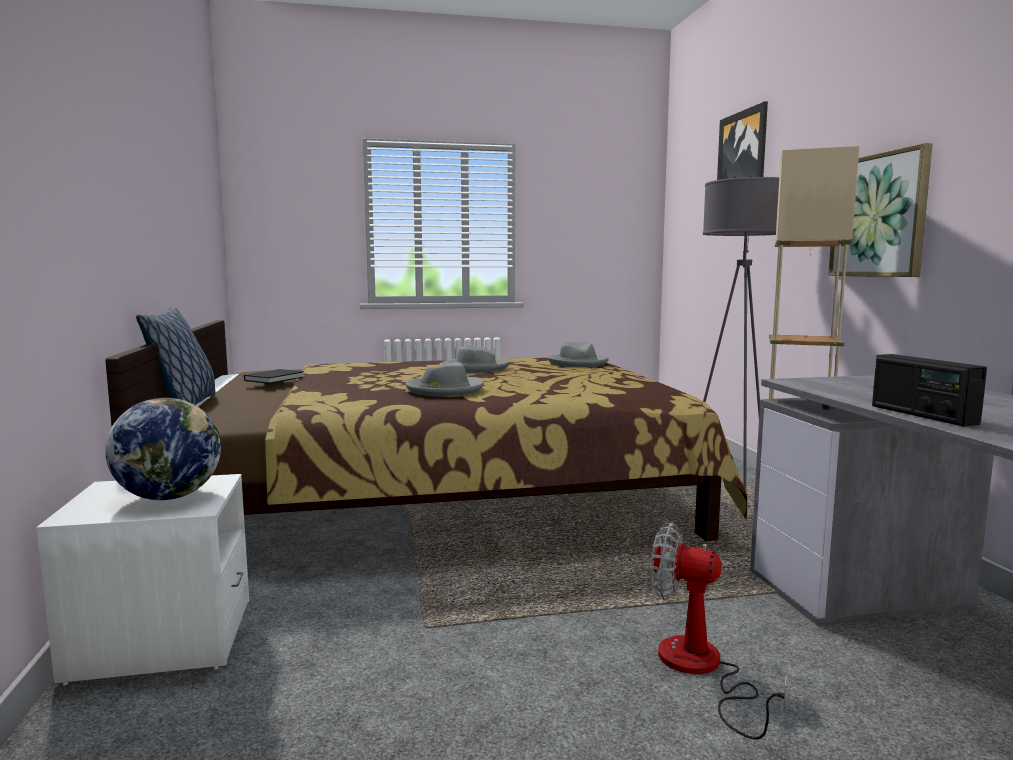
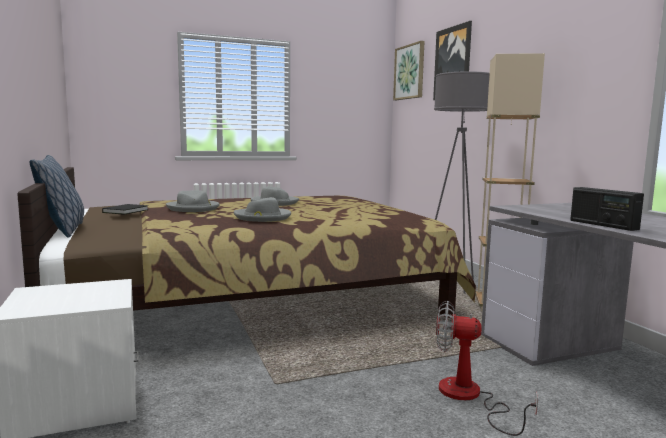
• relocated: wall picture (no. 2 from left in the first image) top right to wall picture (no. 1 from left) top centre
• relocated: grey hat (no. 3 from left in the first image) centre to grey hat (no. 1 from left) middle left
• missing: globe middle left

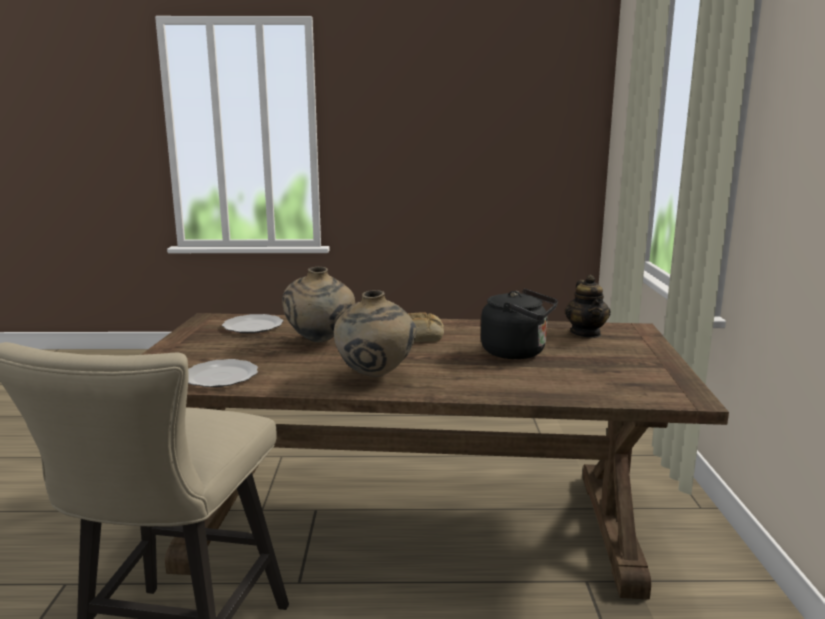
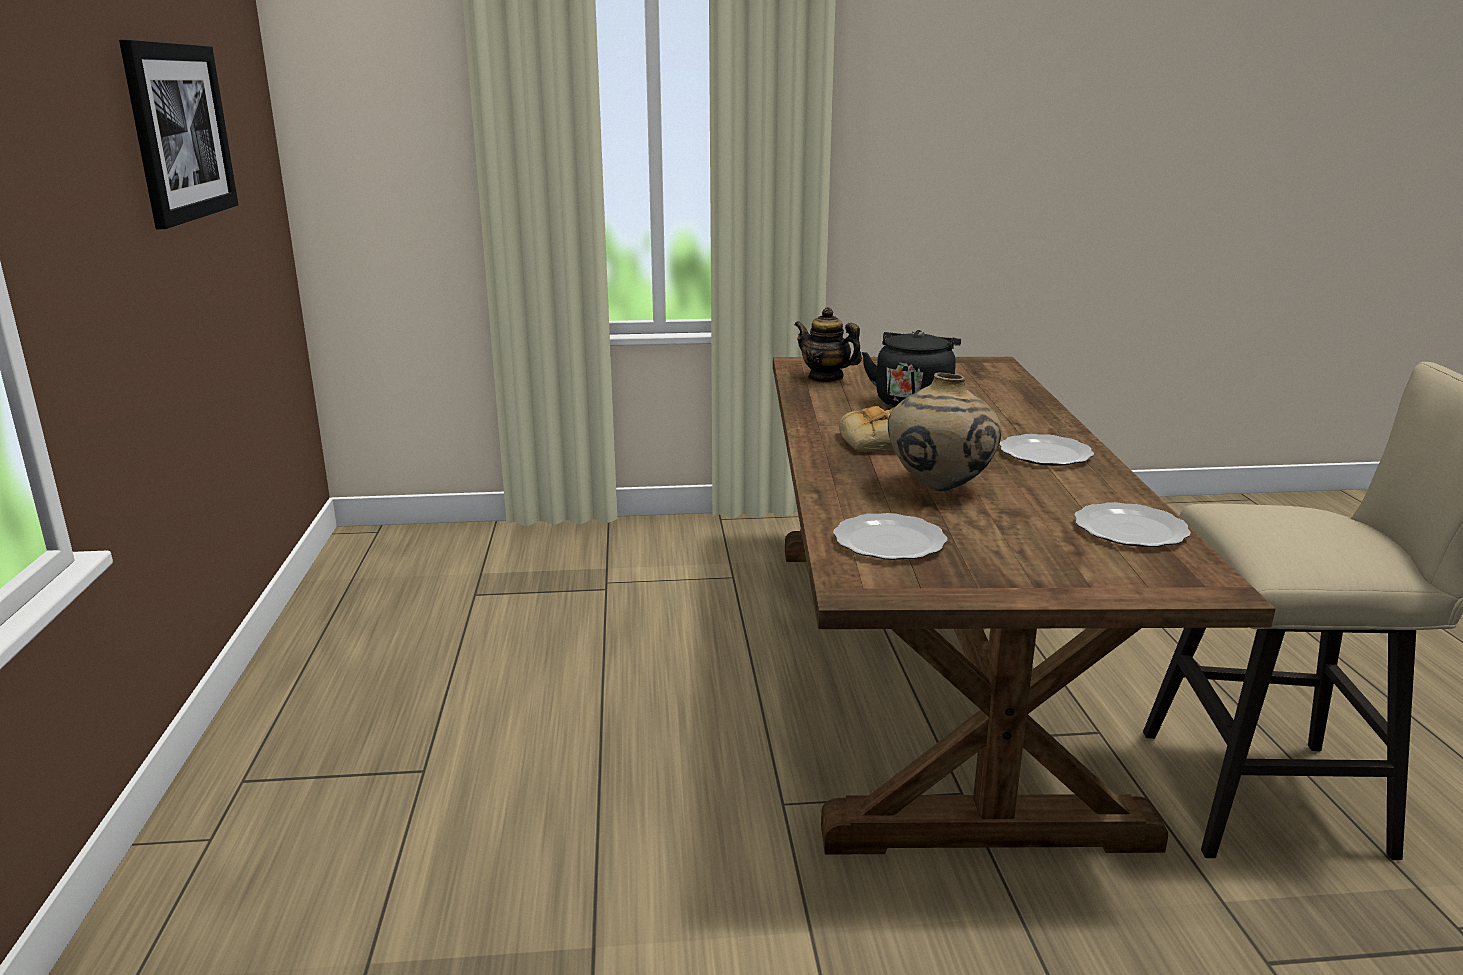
• spun: teapot middle right = centre 135 degrees counterclockwise
• exchanged: sand-coloured flower vase (no. 2 from left) centre to flat dish (no. 2 from left) middle right
• appeared: wall picture top left

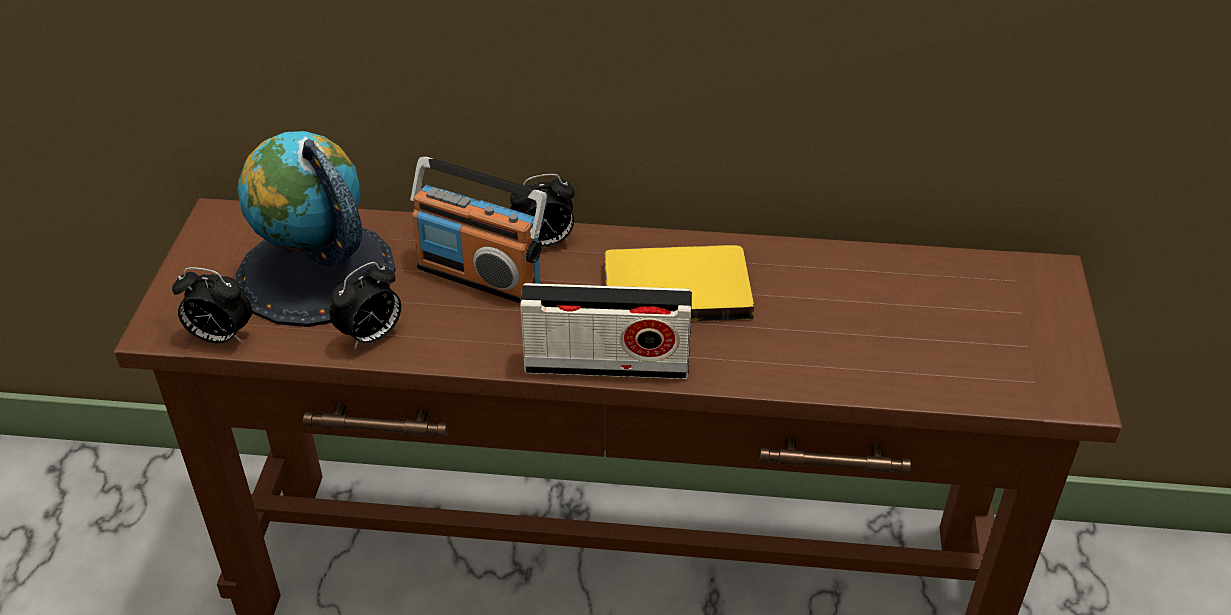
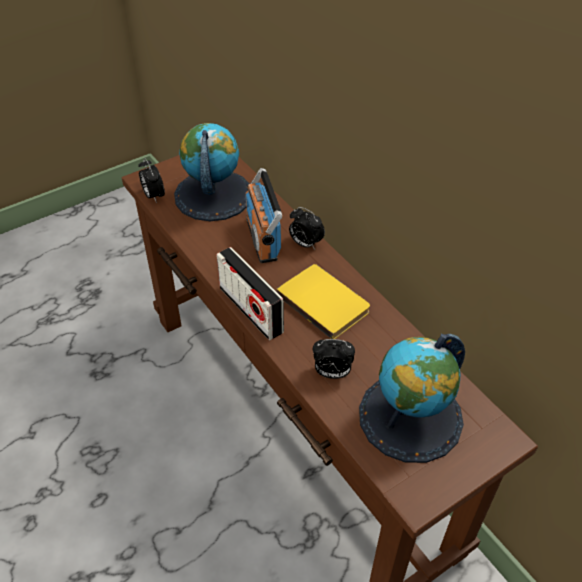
• relocated: table clock (no. 2 from left in the first image) middle left to table clock (no. 3 from left) centre
• appeared: globe (no. 2 from left) bottom right

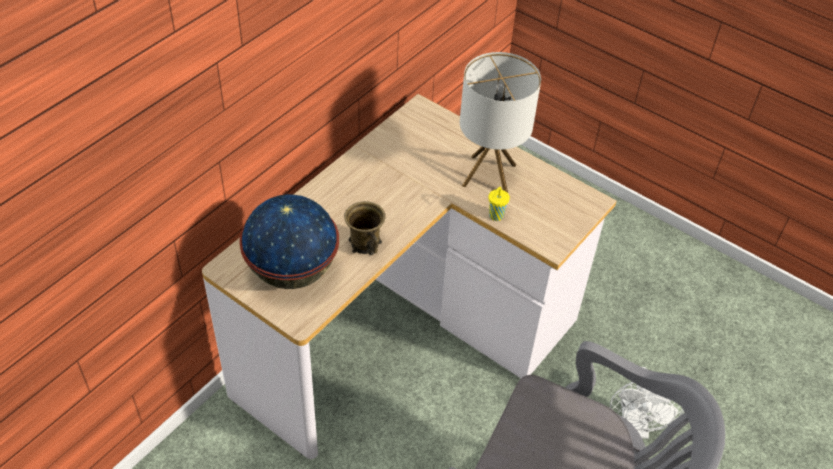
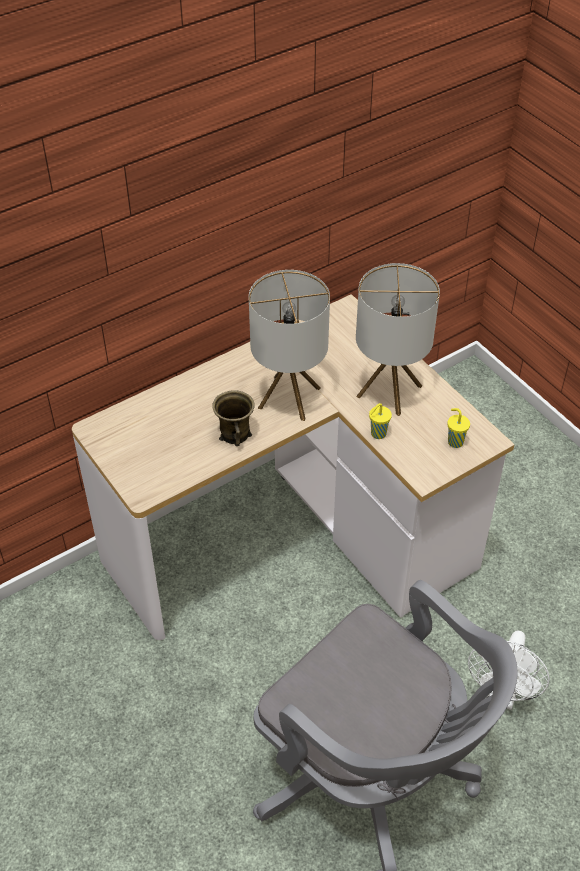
• missing: globe centre
• appeared: table lamp (no. 1 from left) centre
• appeared: yellowish cup (no. 2 from left) middle right

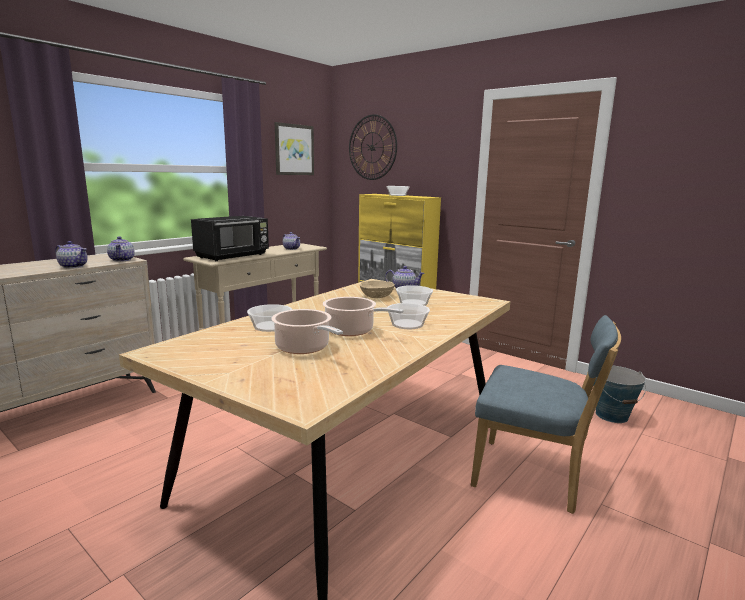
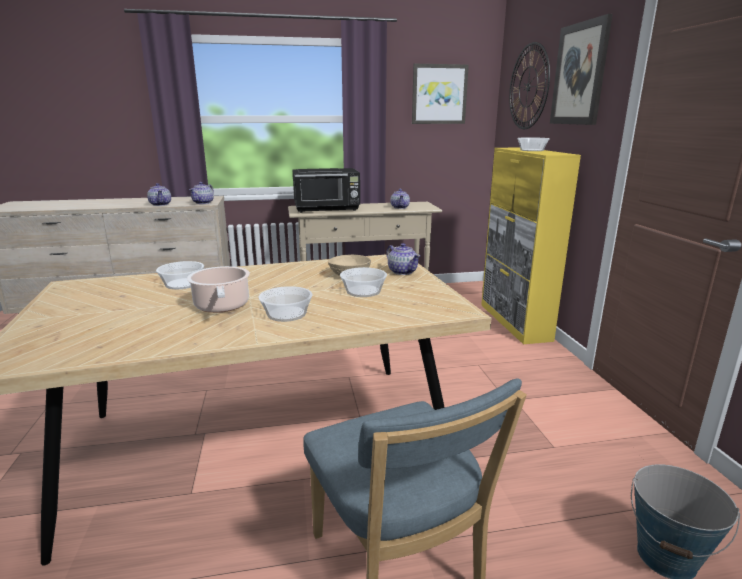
• missing: stockpot (no. 1 from left) centre
• appeared: wall picture (no. 2 from left) top right

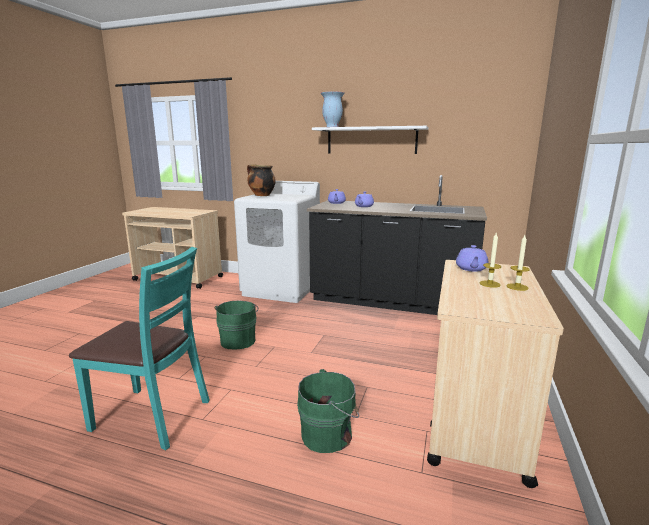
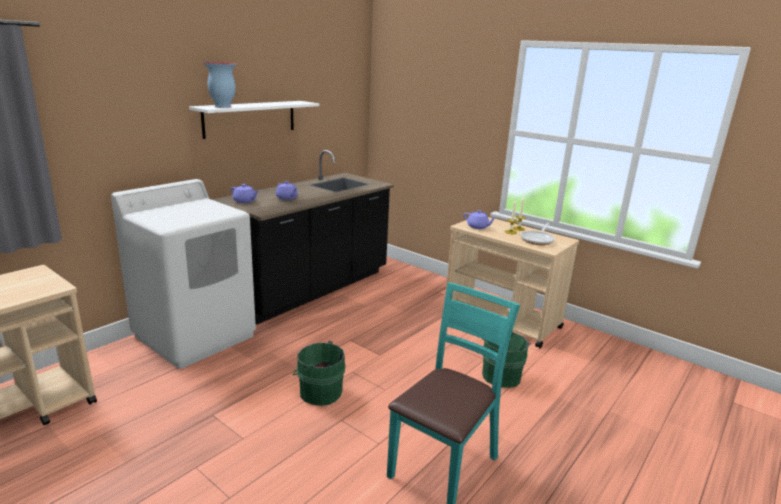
• missing: stockpot centre
• appeared: skillet middle right

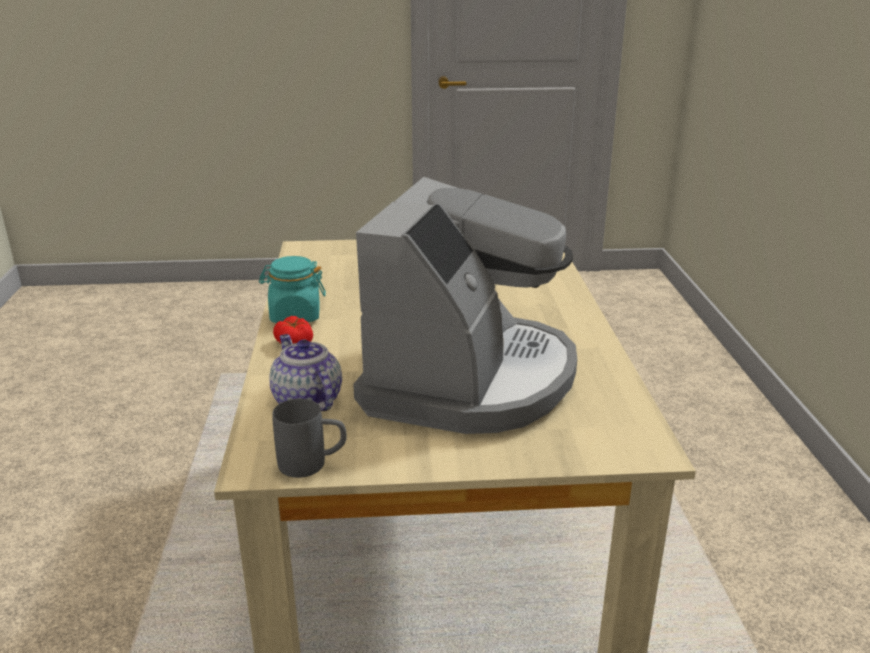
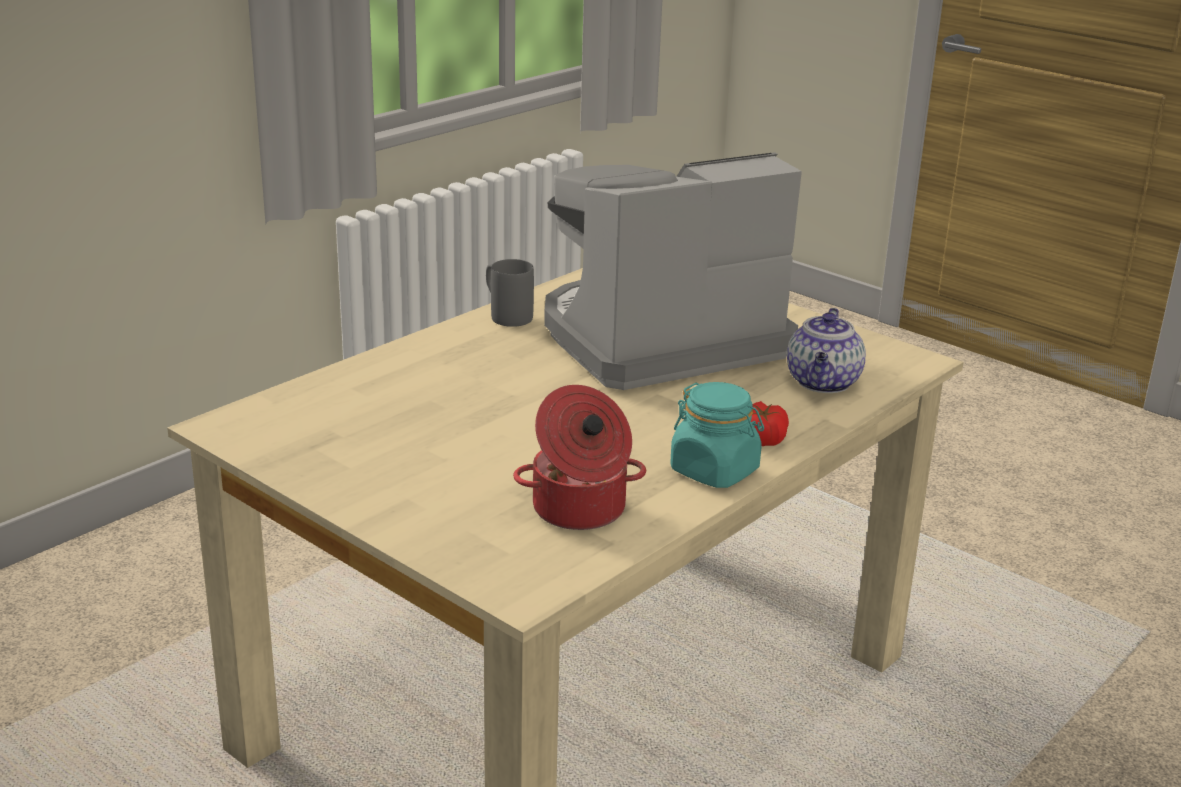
• relocated: grey mug bottom centre to centre
• appeared: stockpot centre

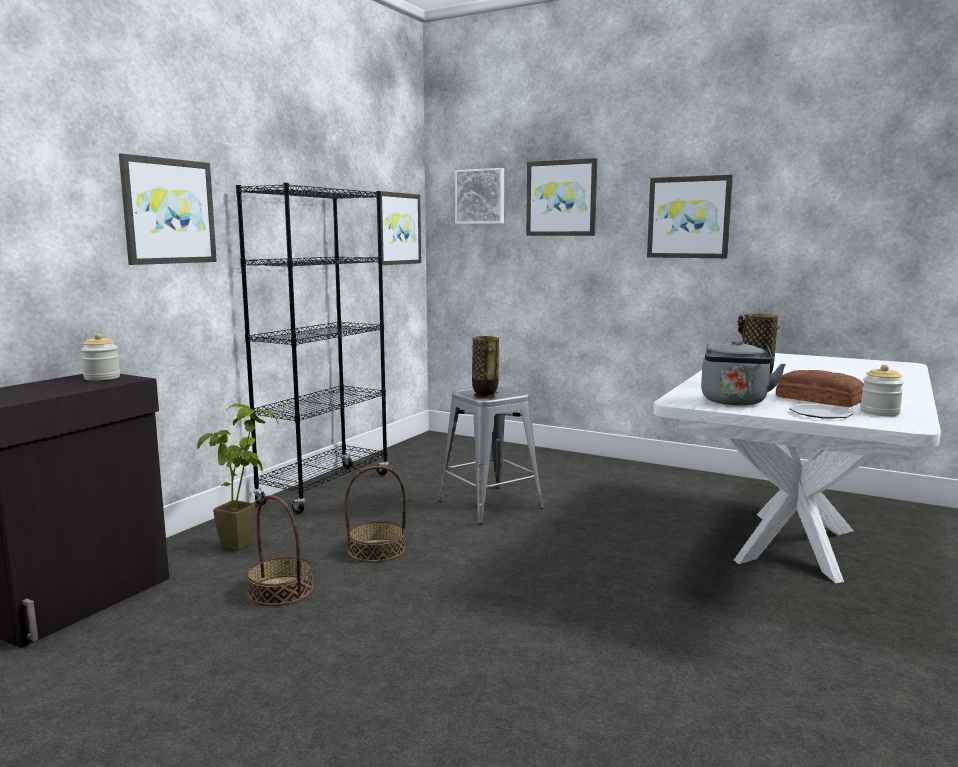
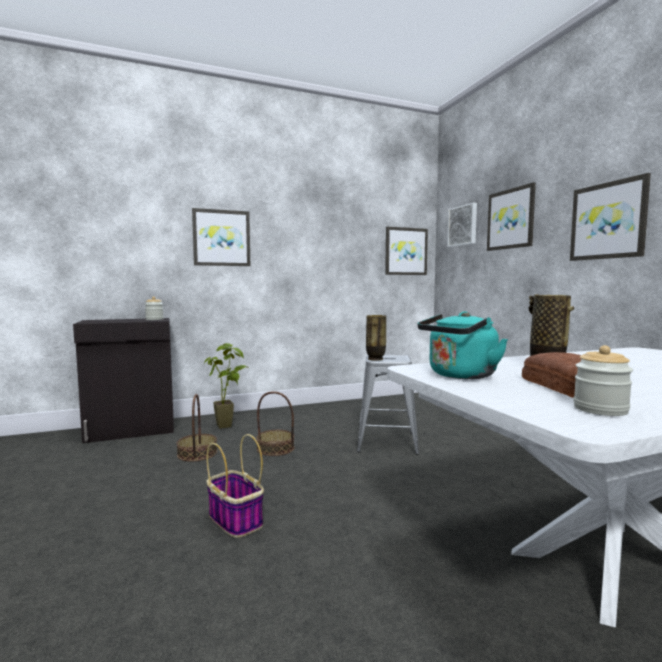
• missing: black bookcase middle left
• colour: grey kettle middle right to turquoise kettle middle right
• missing: flat dish middle right
• appeared: storage basket (no. 2 from left) bottom centre

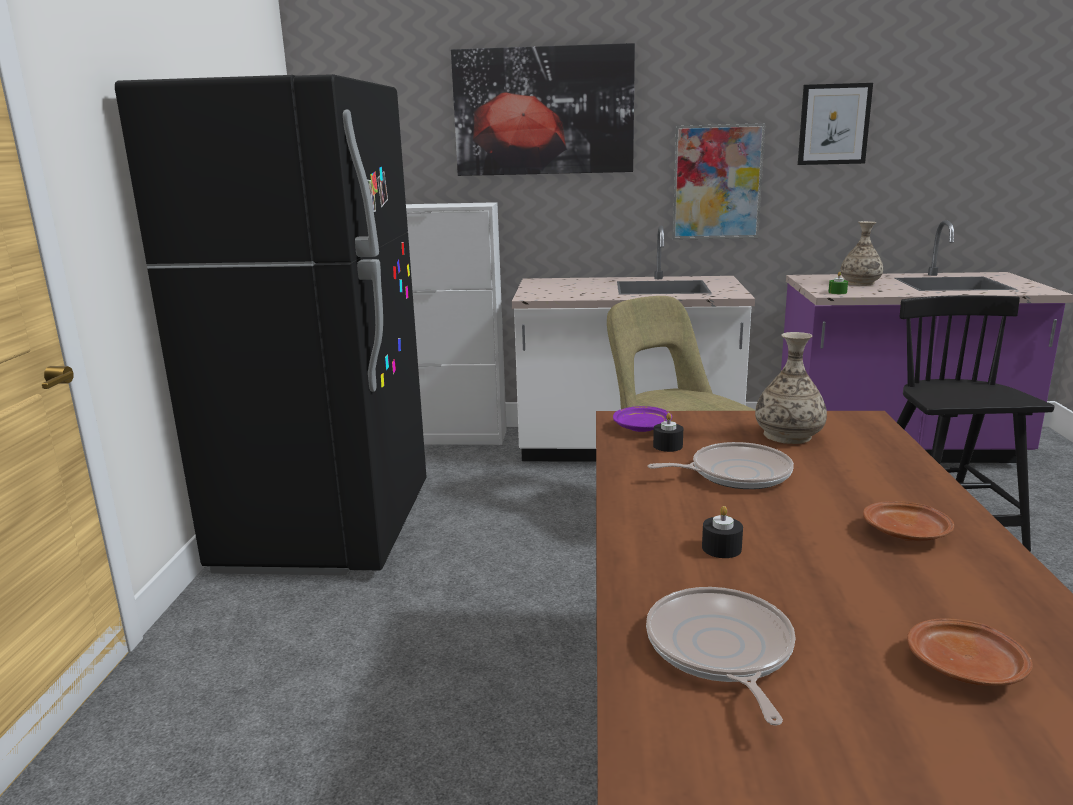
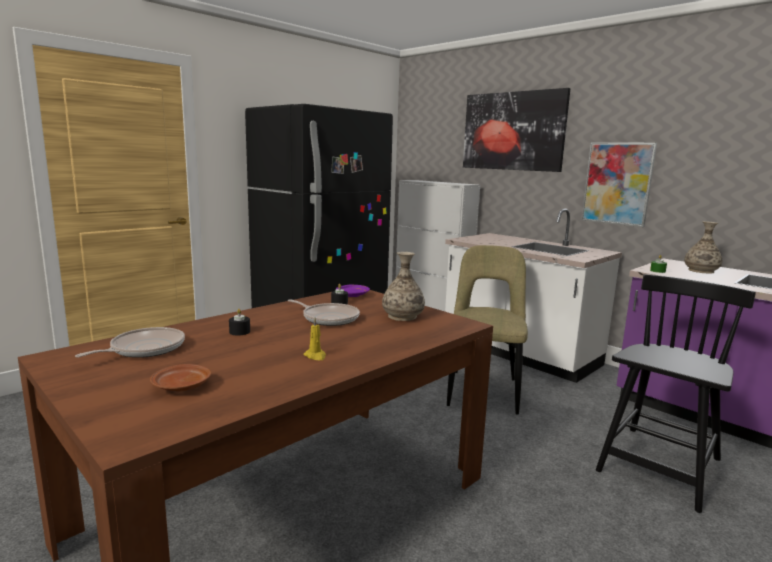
• missing: wall picture (no. 3 from left) top right
• exchanged: brownish flat dish (no. 1 from left) middle right to yellowish wax candle centre

